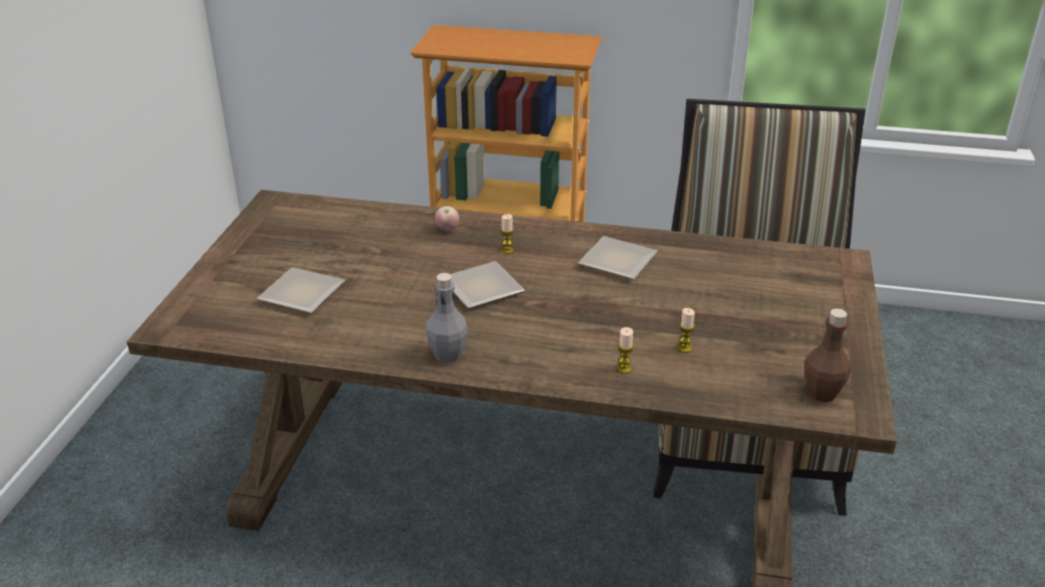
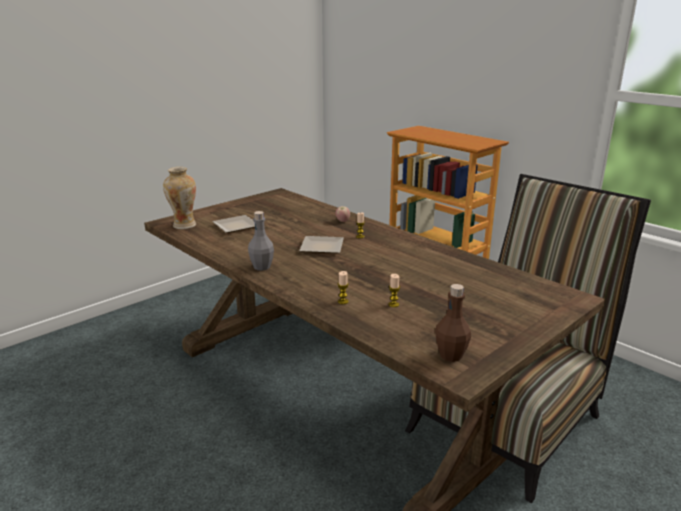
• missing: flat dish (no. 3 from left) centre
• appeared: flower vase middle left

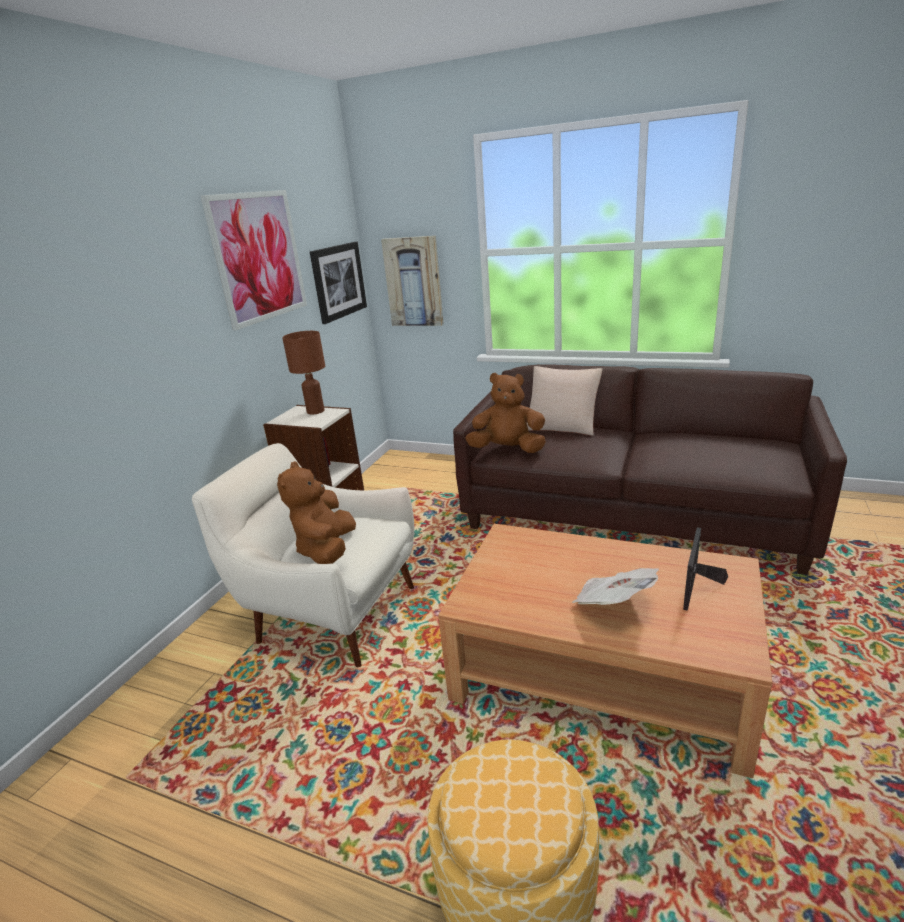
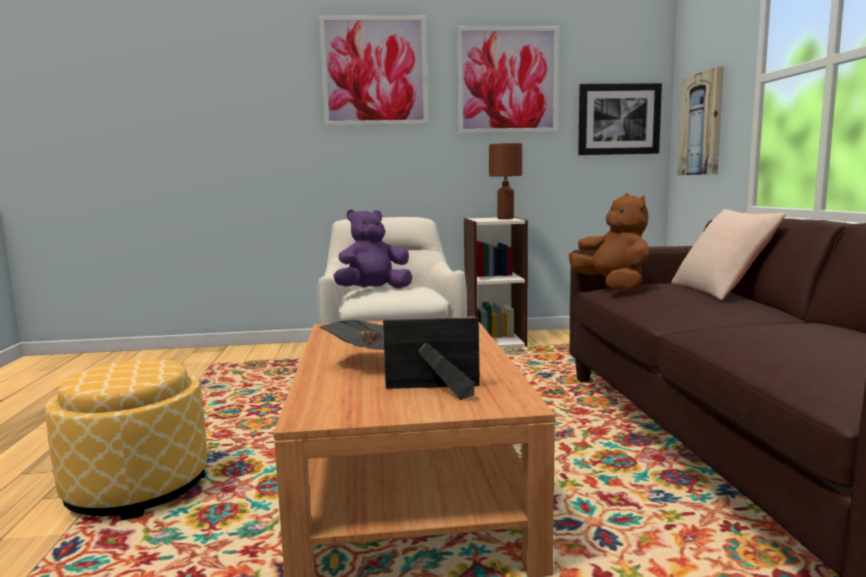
• colour: brownish cuddly toy (no. 1 from left) centre to purple-coloured cuddly toy centre
• appeared: wall picture (no. 1 from left) top centre

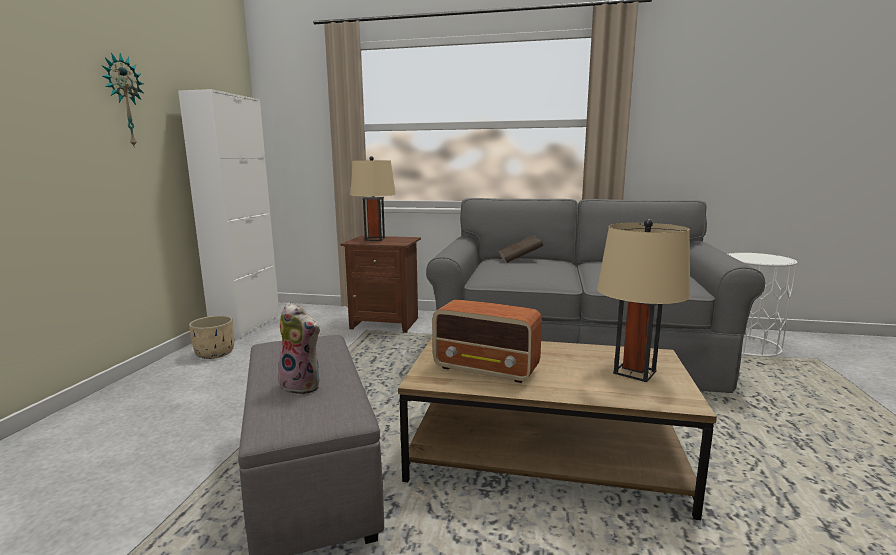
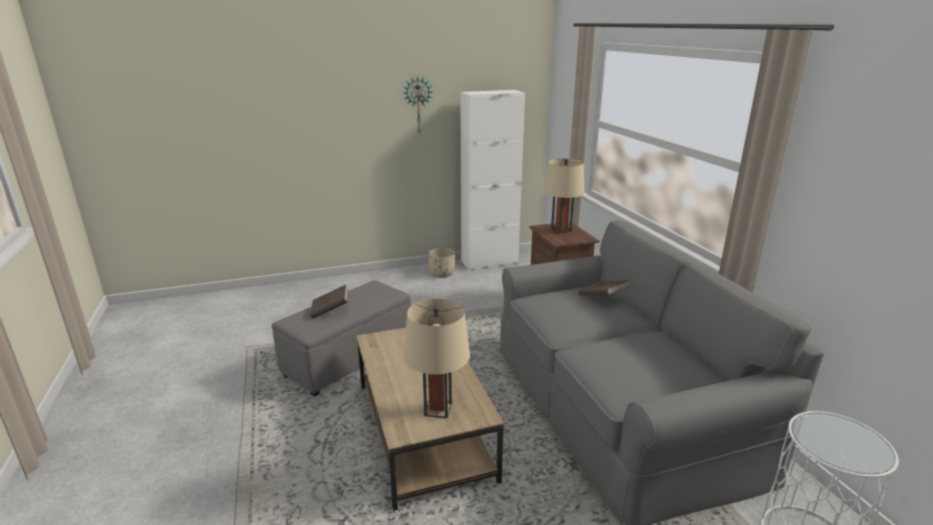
• missing: radio receiver centre
• exchanged: cuddly toy middle left to brownish bound book (no. 1 from left) centre

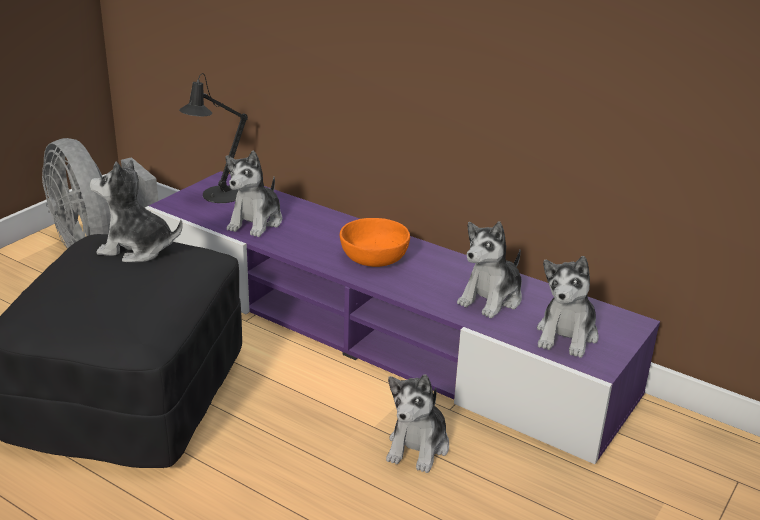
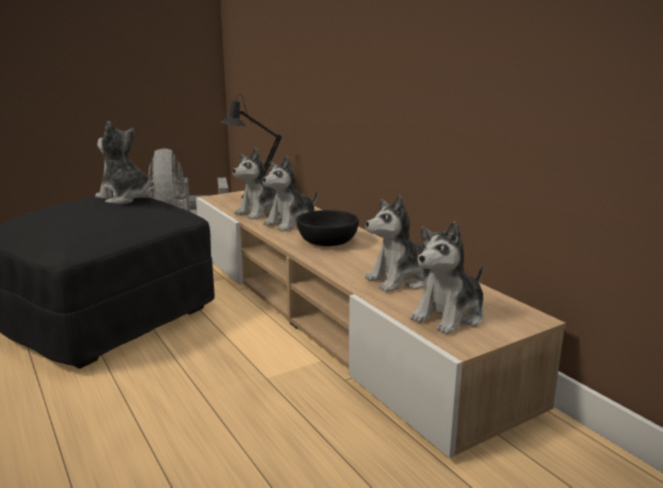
• colour: purple-coloured tv stand centre to sand-coloured tv stand centre
• colour: orange deep dish centre to black deep dish centre
• relocated: cuddly toy (no. 3 from left) bottom centre to centre

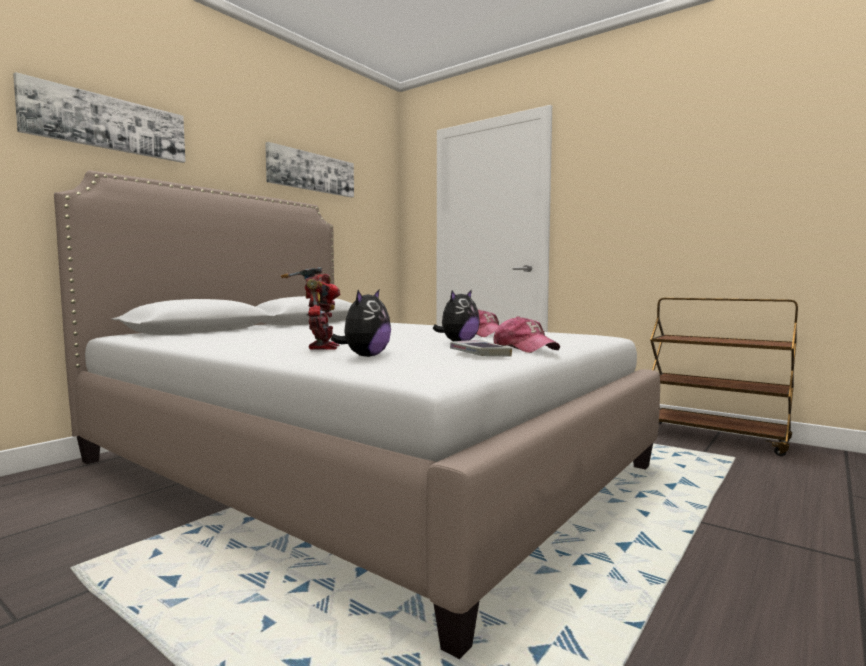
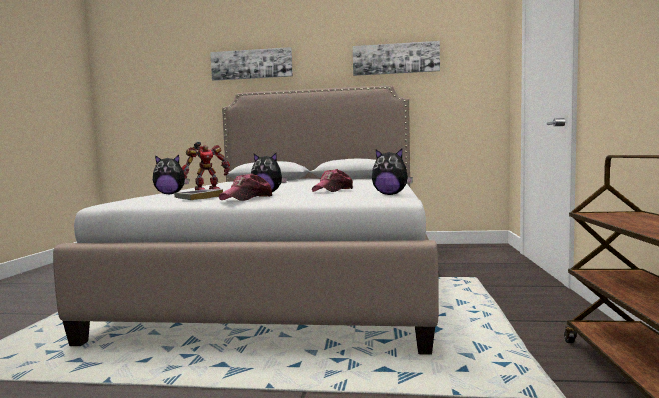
• appeared: cuddly toy (no. 3 from left) centre

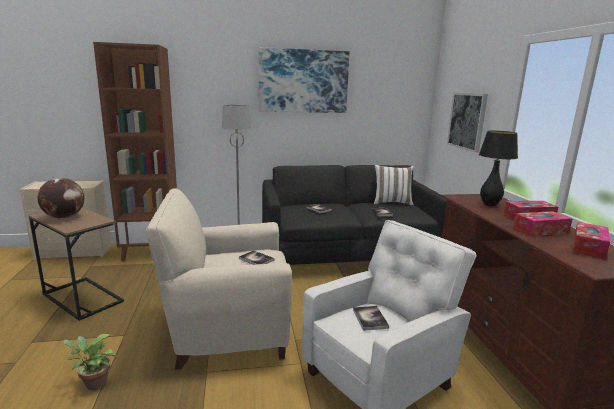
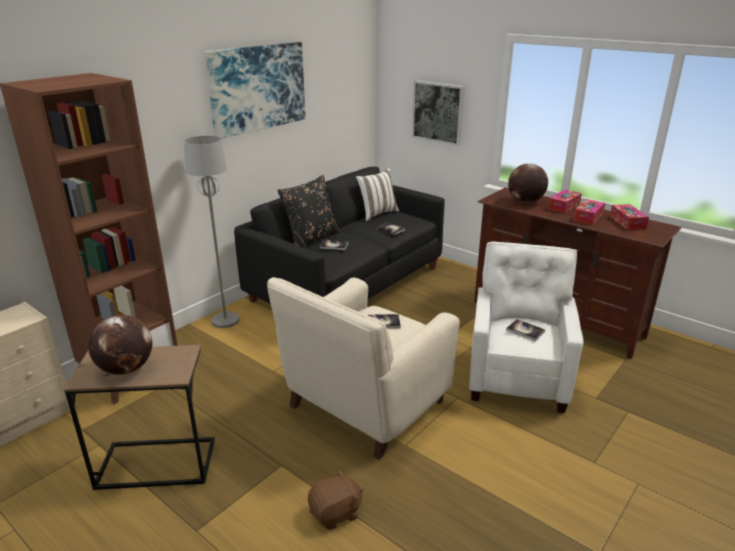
• exchanged: black table lamp middle right to globe (no. 2 from left) top right
• exchanged: houseplant bottom left to brownish cuddly toy bottom centre
• appeared: black throw pillow centre

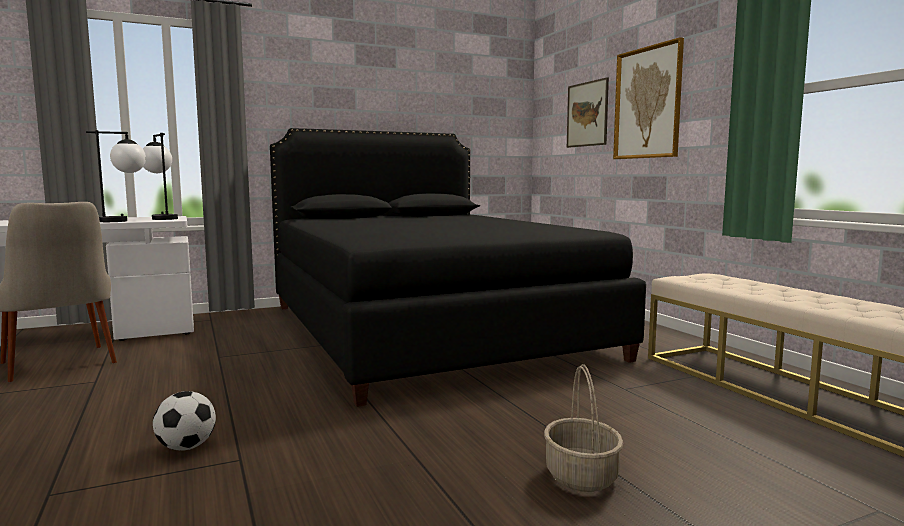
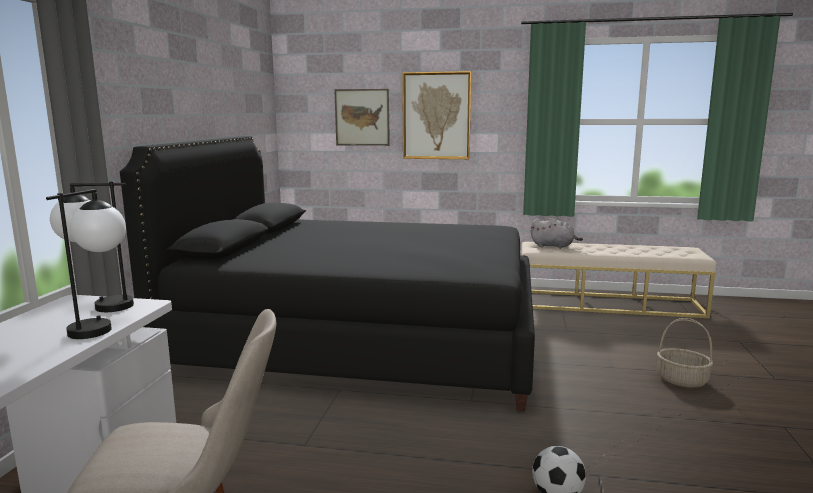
• appeared: grey cuddly toy middle right

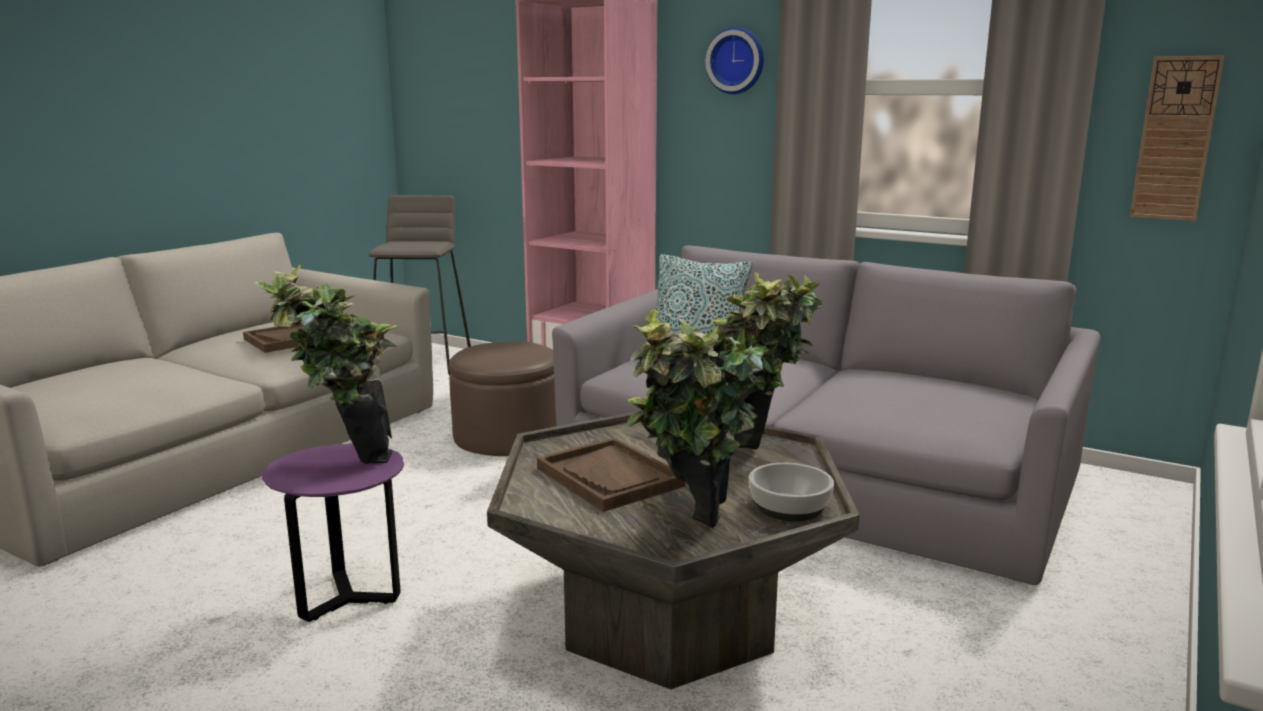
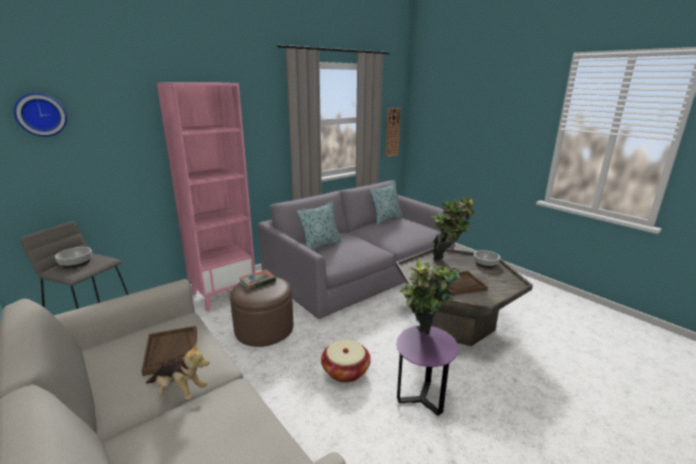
• relocated: hanging clock (no. 1 from left) top centre to top left
• missing: houseplant (no. 2 from left) centre
• appeared: throw pillow (no. 2 from left) centre
• appeared: deep dish (no. 1 from left) middle left
• appeared: bound book centre
• appeared: storage basket bottom centre
• appeared: cuddly toy bottom left

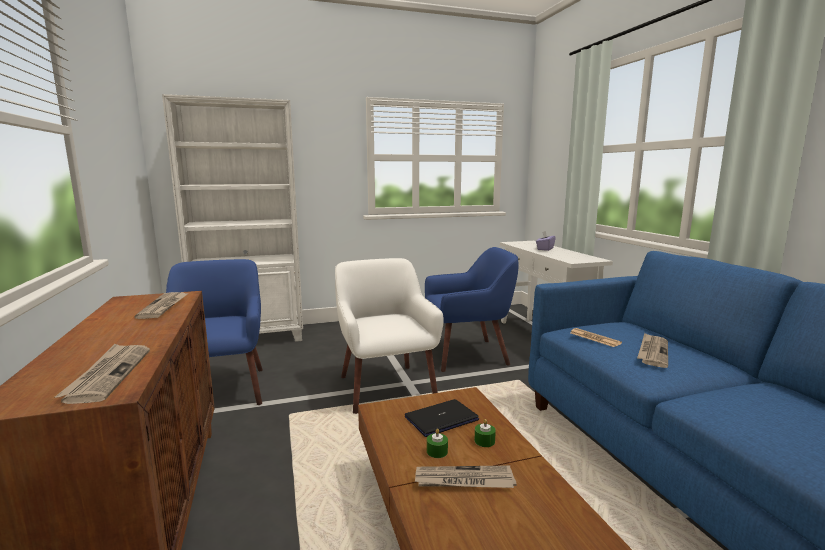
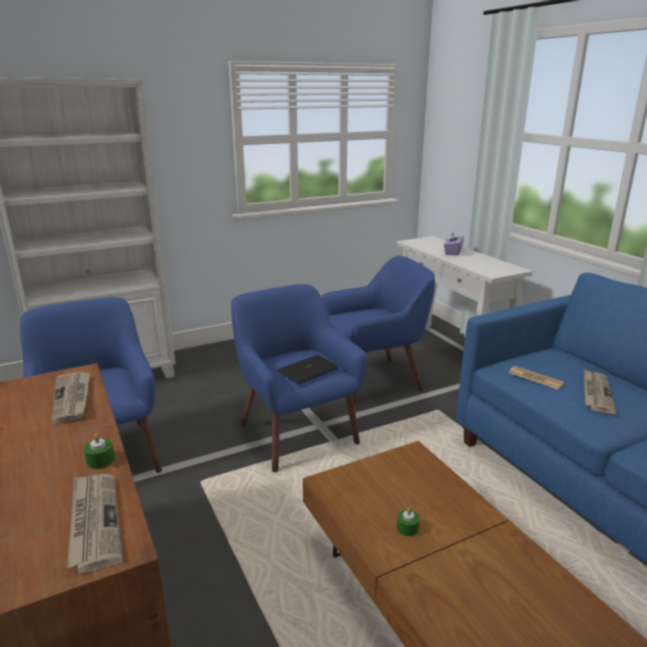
• colour: whitish easy chair centre to bluish easy chair (no. 2 from left) centre
• relocated: notebook computer bottom centre to centre
• relocated: green-coloured wax candle (no. 2 from left in the first image) bottom centre to green-coloured wax candle (no. 1 from left) bottom left
• missing: newspaper (no. 3 from left) bottom centre

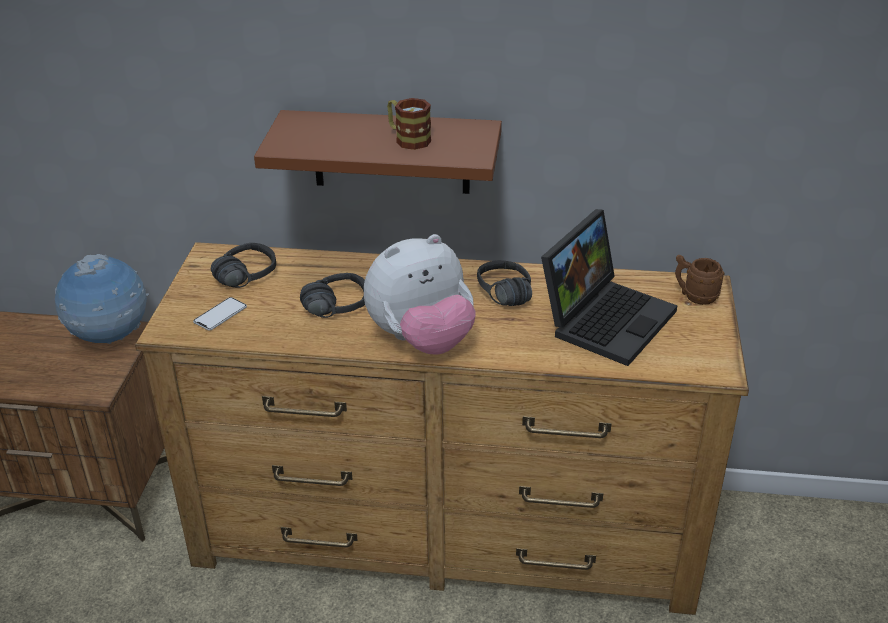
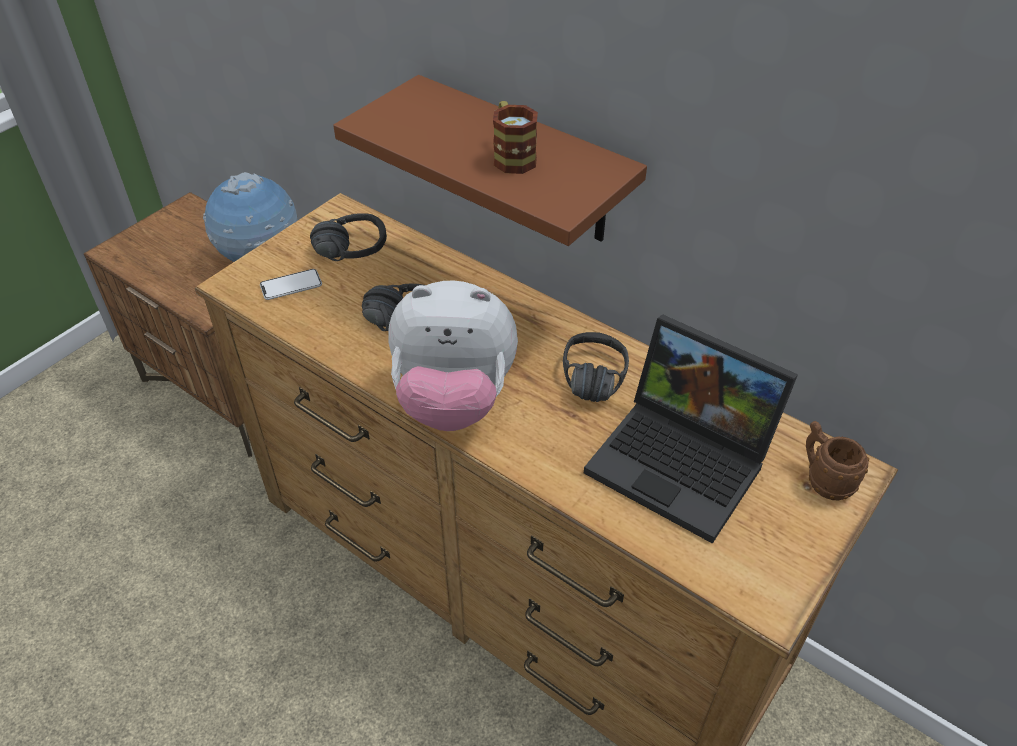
• spun: notebook computer middle right = middle right 60 degrees clockwise

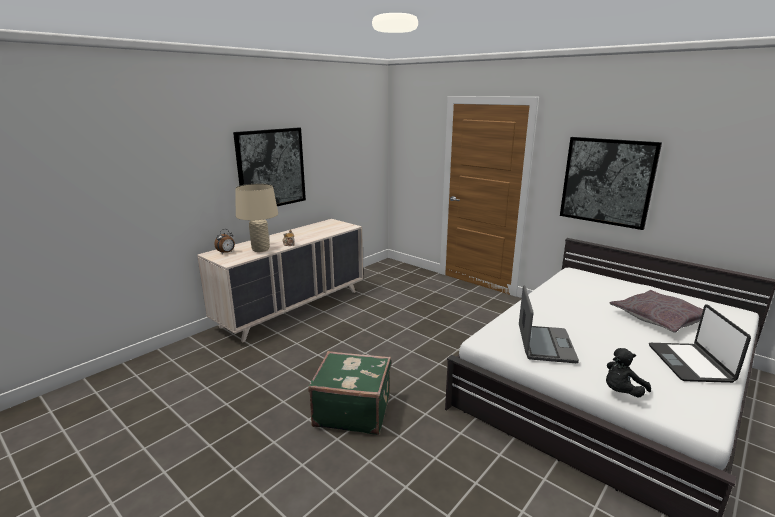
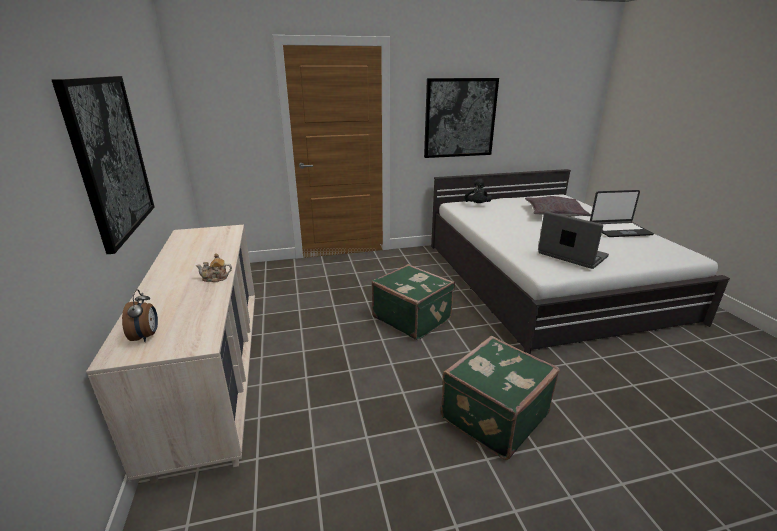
• missing: sand-coloured table lamp middle left
• spun: notebook computer (no. 2 from left) middle right = middle right 45 degrees counterclockwise
• relocated: black cuddly toy bottom right to centre
• appeared: green-coloured travel case (no. 1 from left) centre

